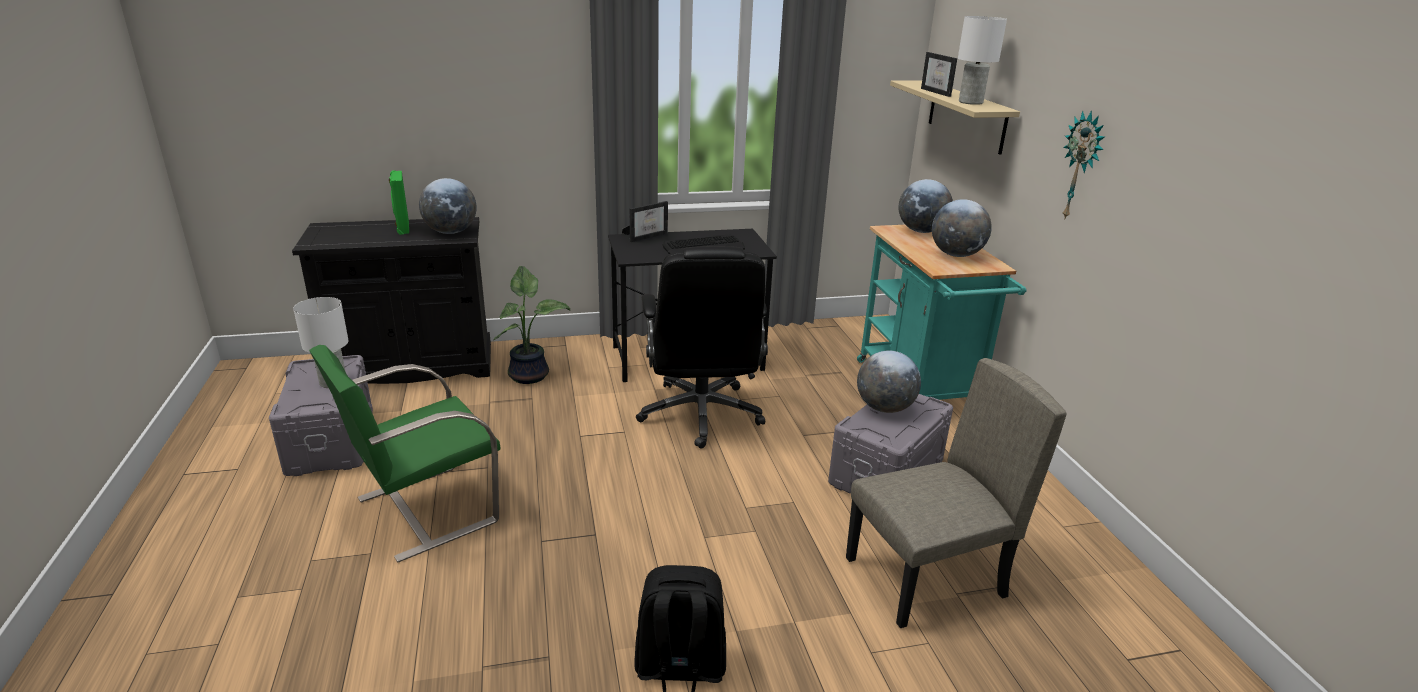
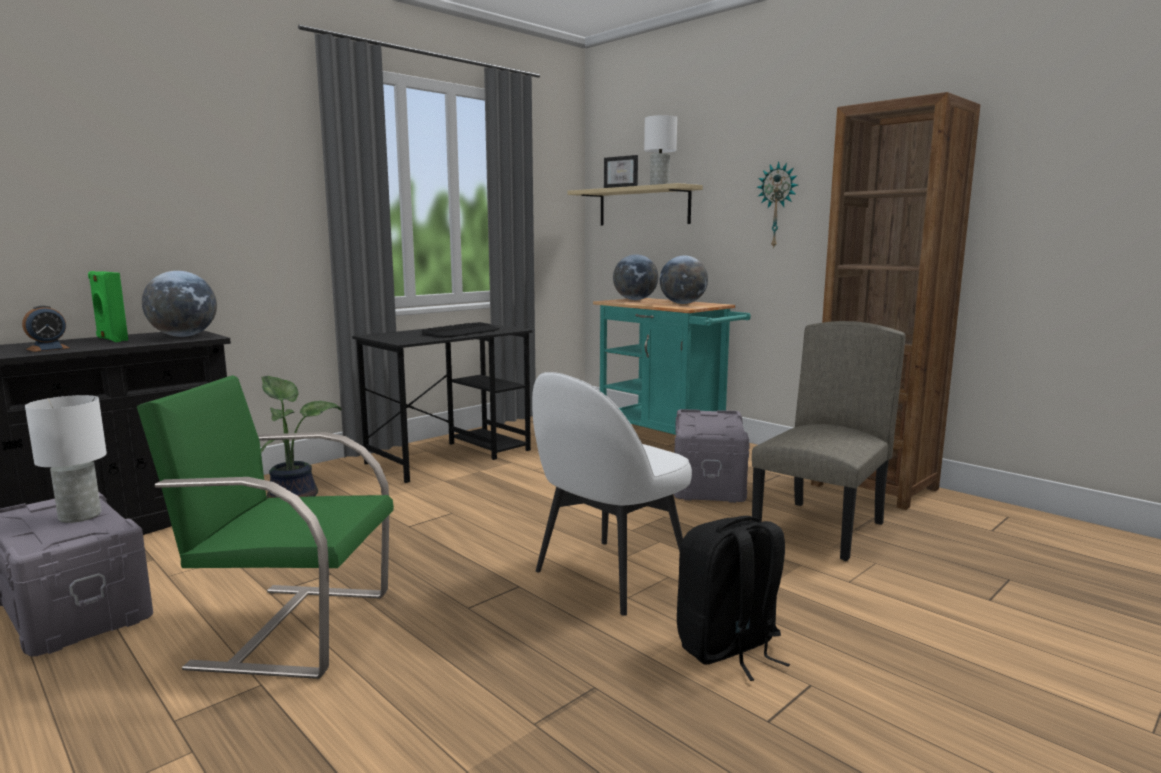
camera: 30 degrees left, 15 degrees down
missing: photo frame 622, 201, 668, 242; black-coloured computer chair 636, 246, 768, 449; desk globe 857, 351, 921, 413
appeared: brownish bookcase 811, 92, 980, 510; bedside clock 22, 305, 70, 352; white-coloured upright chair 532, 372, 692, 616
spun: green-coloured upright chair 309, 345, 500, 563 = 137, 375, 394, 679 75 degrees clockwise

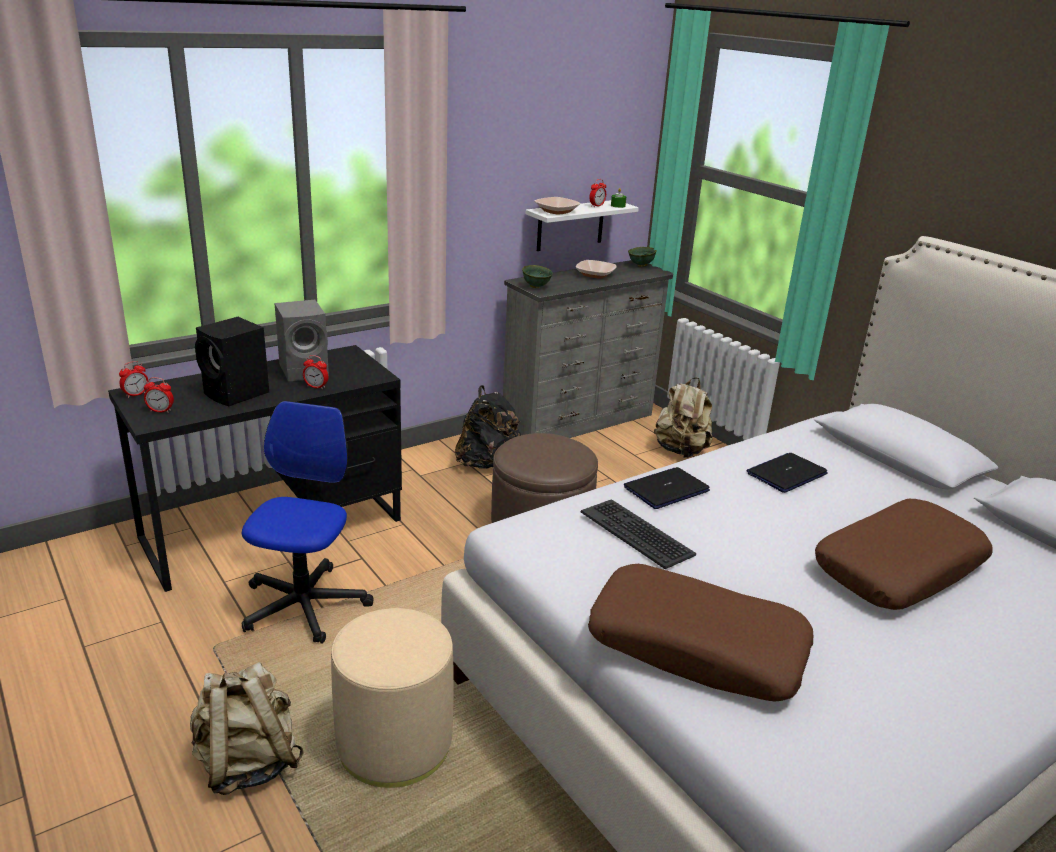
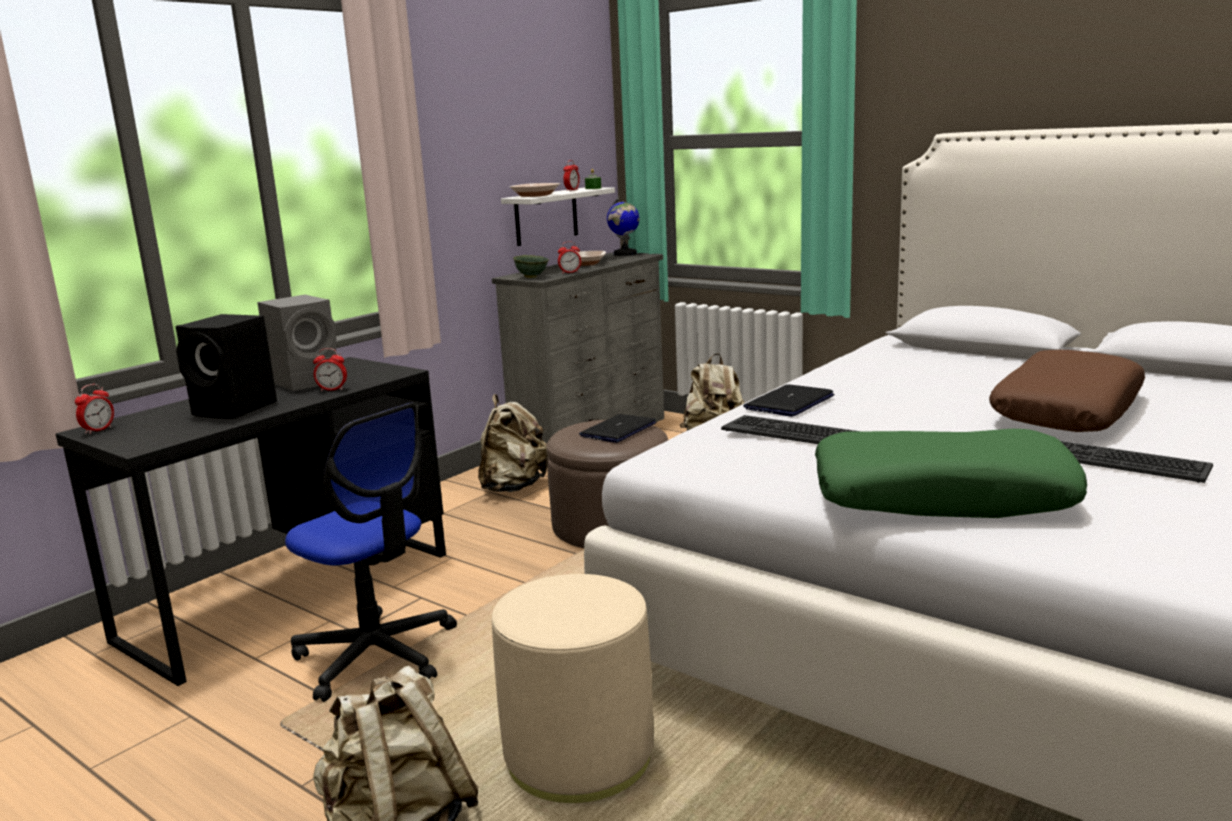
camera: 15 degrees left, 10 degrees down
appeared: keyboard 1061, 441, 1213, 483
relocated: bedside clock 144, 377, 174, 413 to 558, 242, 581, 274; notebook computer 746, 453, 828, 493 to 579, 414, 657, 443
exchanged: green-coloured serving bowl 628, 247, 657, 267 to desk globe 607, 198, 640, 256
colour: black-coloured rucksack 455, 385, 521, 469 to beige-coloured rucksack 478, 394, 548, 492; brownish pillow 588, 564, 813, 702 to green-coloured pillow 815, 429, 1087, 518
spun: computer chair 242, 401, 373, 644 = 285, 402, 457, 702 135 degrees clockwise

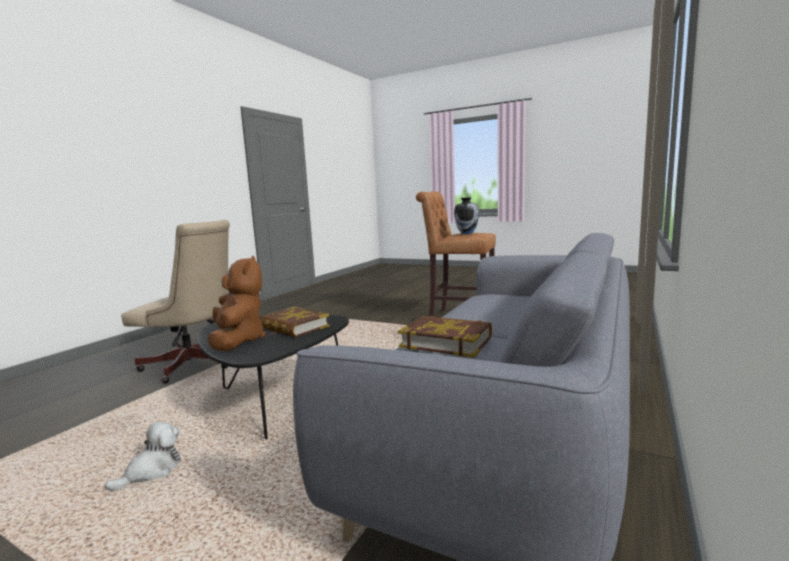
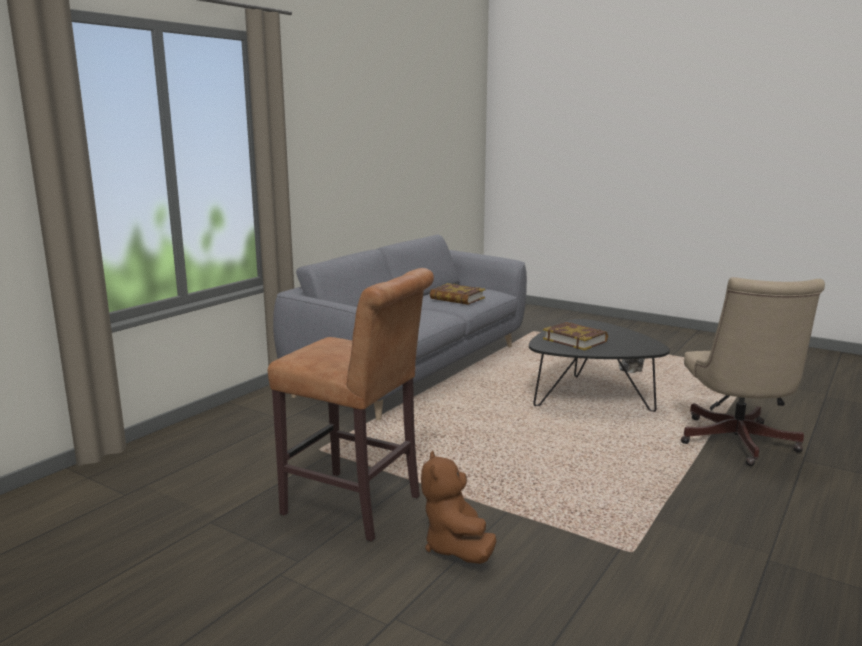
camera: 175 degrees left, 5 degrees up
missing: flower vase 454, 197, 479, 234
relocated: brownish soft toy 207, 256, 265, 351 to 421, 451, 497, 564
spun: beige-coloured computer chair 121, 220, 230, 384 = 681, 277, 825, 466 105 degrees counterclockwise

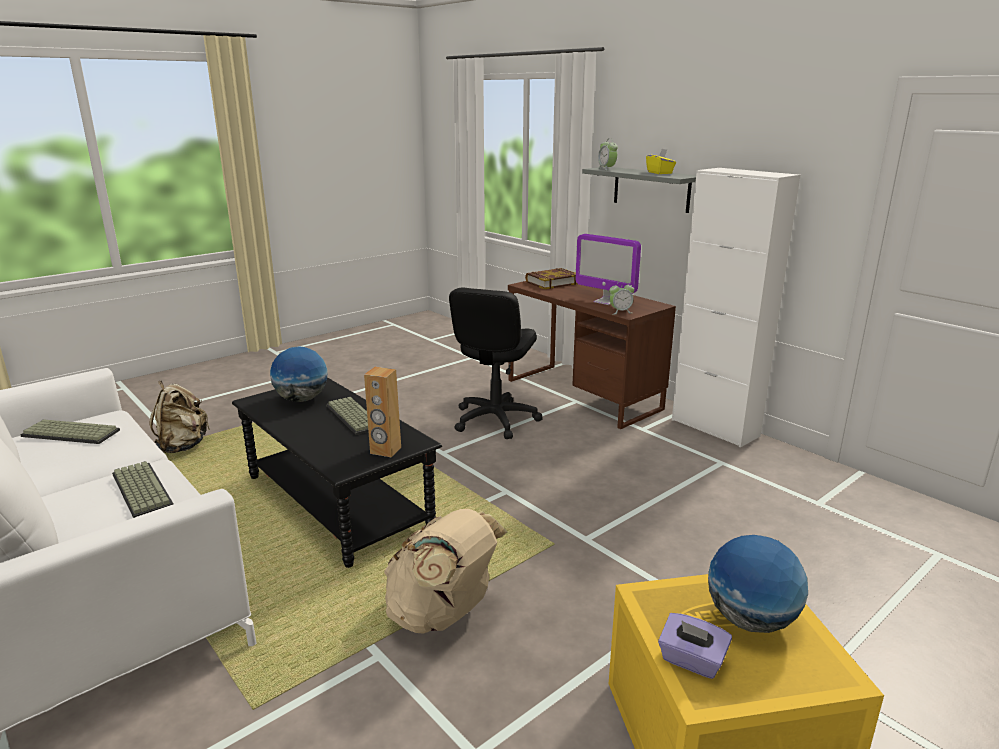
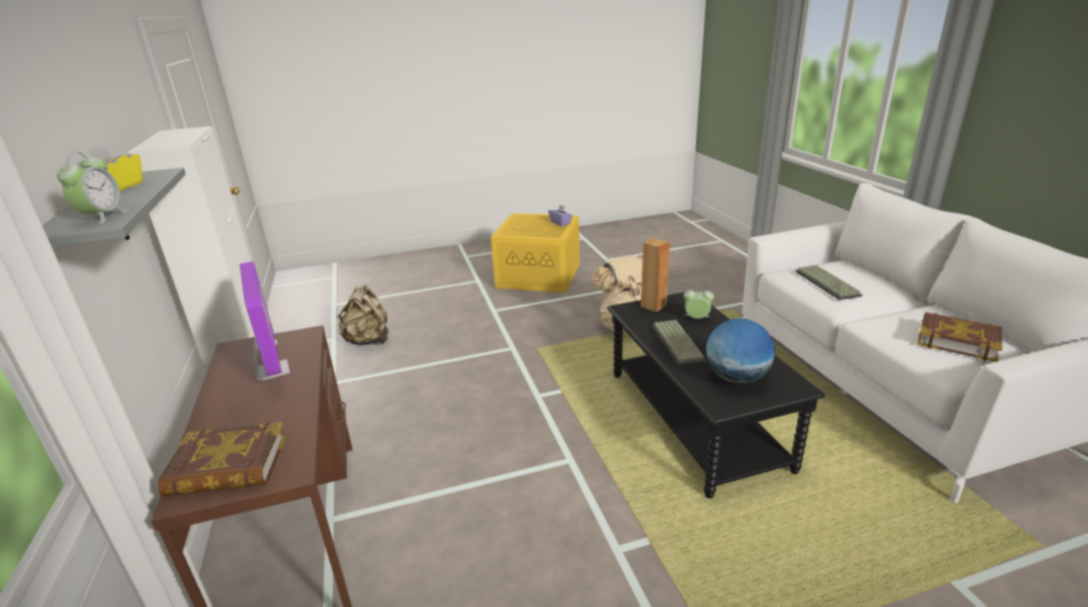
camera: 155 degrees left, 5 degrees up
missing: black-coloured computer chair 449, 288, 543, 439; desk globe 708, 535, 808, 633
relocated: bedside clock 609, 281, 634, 314 to 684, 287, 714, 319; beige-coloured rucksack 149, 381, 210, 453 to 338, 285, 389, 345
exchanged: keyboard 20, 419, 120, 444 to bound book 917, 312, 1003, 362

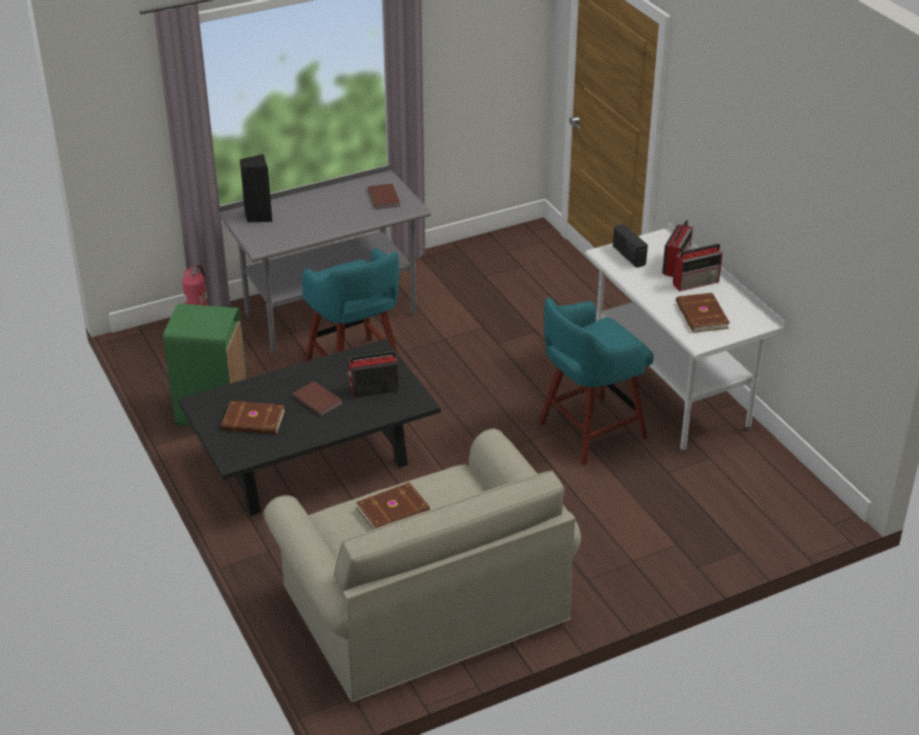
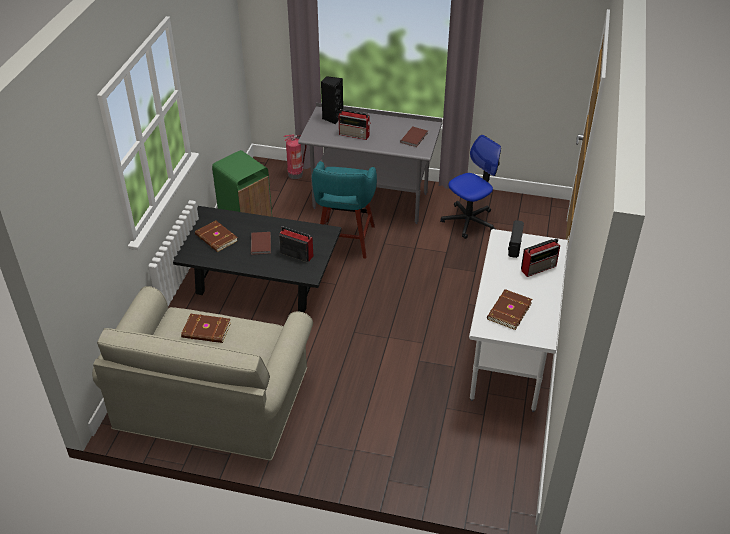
camera: 40 degrees right, 5 degrees up
missing: turquoise stool 539, 297, 654, 465
appeared: computer chair 440, 135, 501, 239
relocated: radio 673, 243, 723, 292 to 339, 109, 370, 140

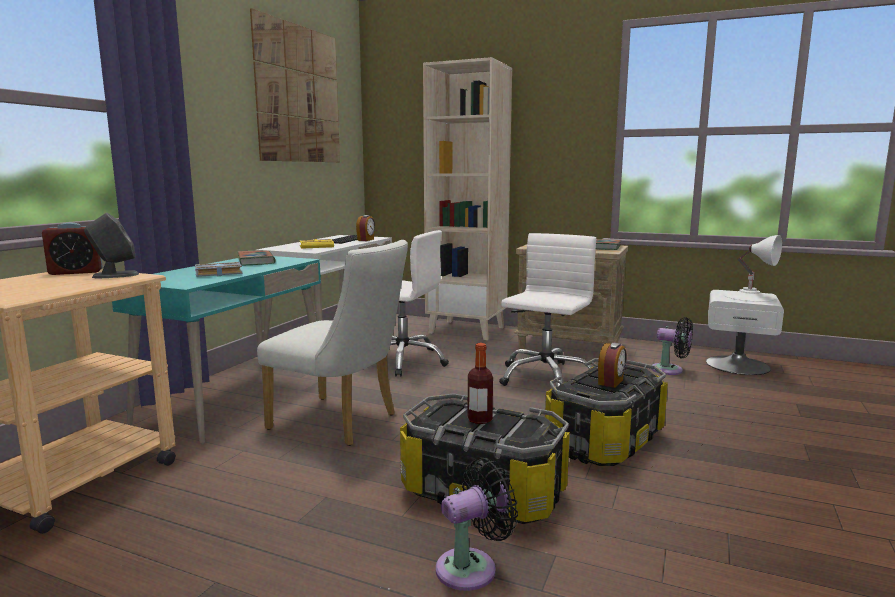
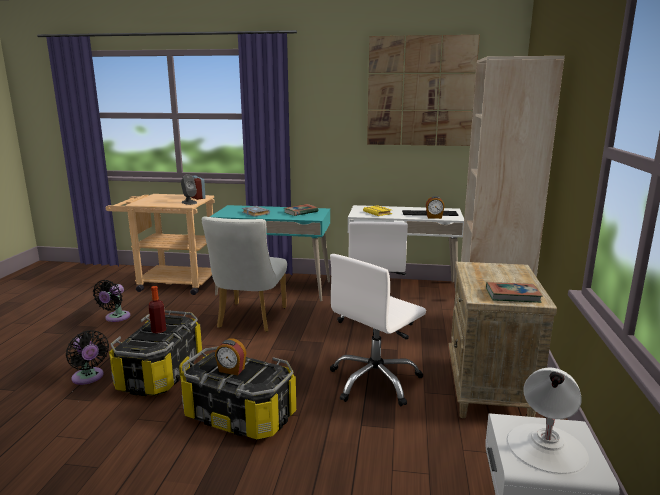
camera: 75 degrees right, 5 degrees up
relocated: black-coloured electric fan 651, 317, 693, 375 to 93, 280, 130, 322
spun: white-coloured computer chair 499, 233, 596, 387 = 330, 254, 426, 406 120 degrees clockwise

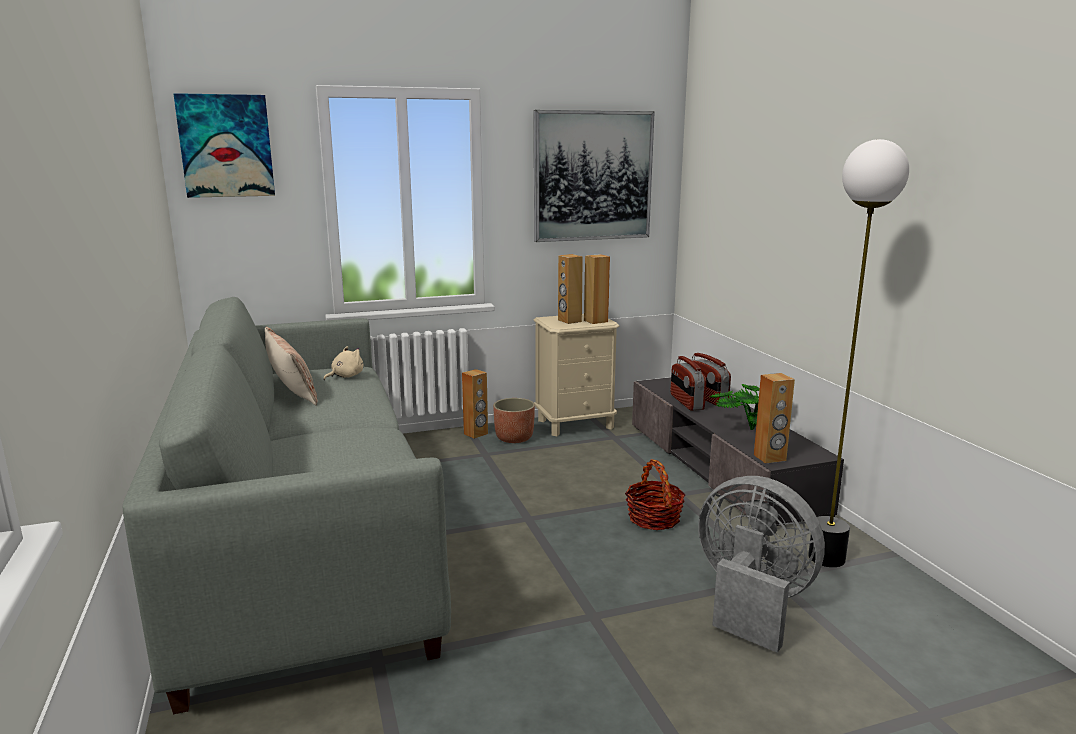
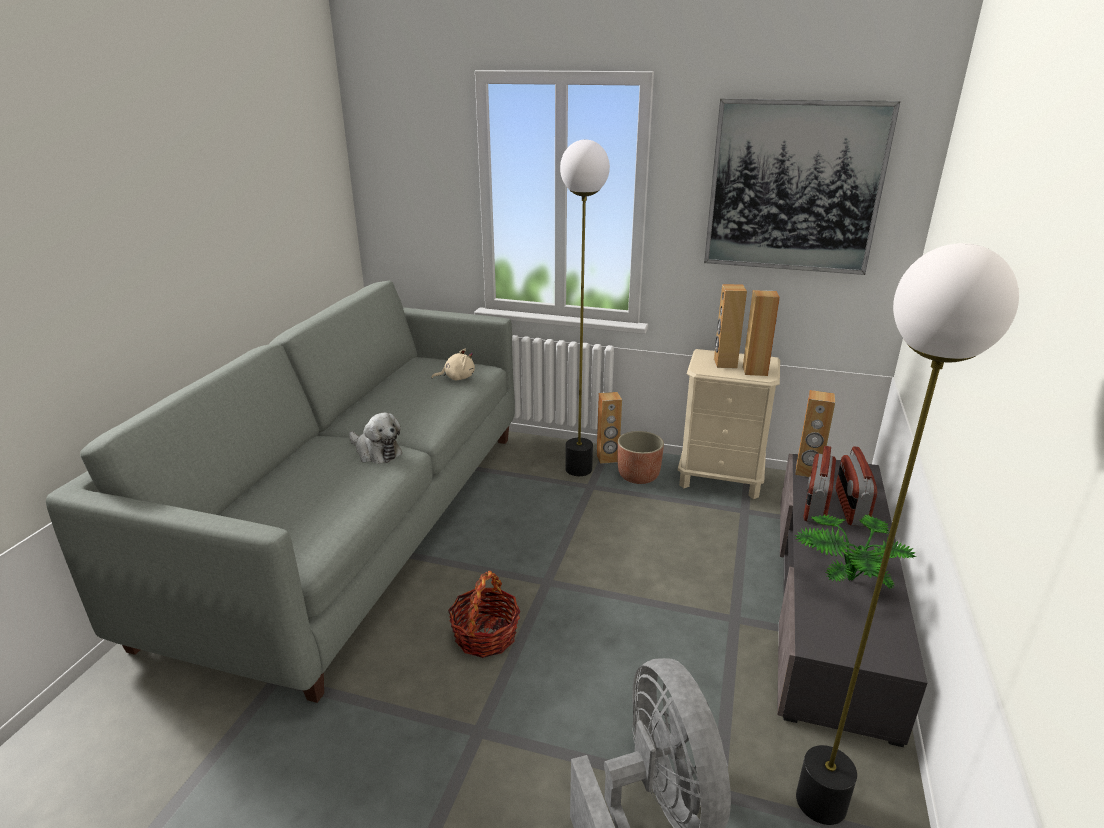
camera: 35 degrees right, 10 degrees up
missing: wall picture 173, 93, 275, 198; pillow 265, 327, 317, 406
appeared: standing lamp 560, 139, 610, 476; soft toy 349, 413, 402, 464
relocated: brownish audio speaker 754, 373, 795, 464 to 795, 390, 835, 477; basket 625, 459, 685, 530 to 448, 571, 521, 658

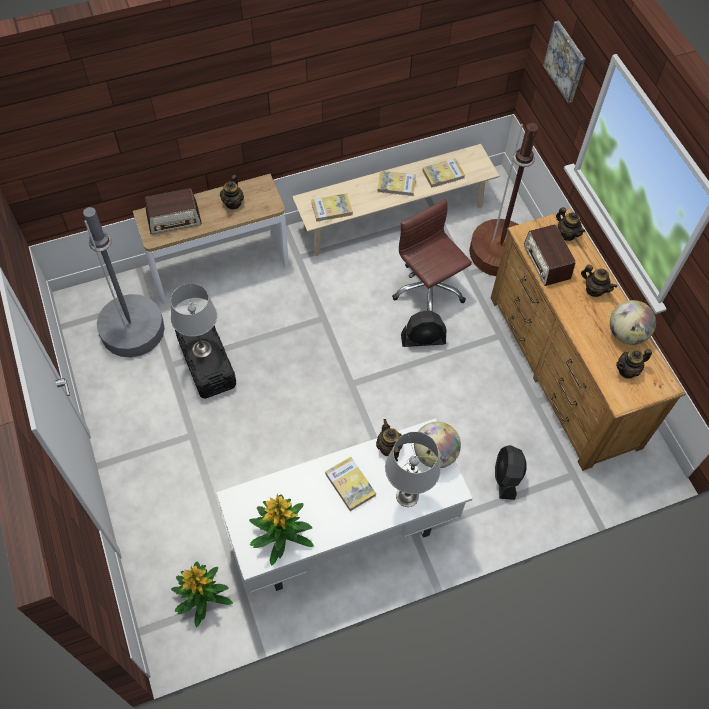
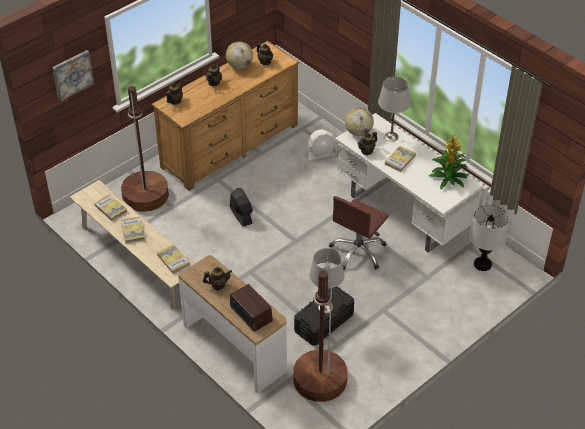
camera: 110 degrees left, 15 degrees down
missing: radio 524, 224, 576, 286
relocated: brownish computer chair 392, 199, 472, 311 to 329, 196, 389, 270
exchanged: potted plant 171, 561, 233, 628 to table lamp 469, 205, 508, 271
colour: gray standing lamp 83, 207, 165, 357 to brownish standing lamp 294, 270, 348, 402; black-coloured electric fan 495, 445, 527, 500 to white-coloured electric fan 305, 129, 337, 161

